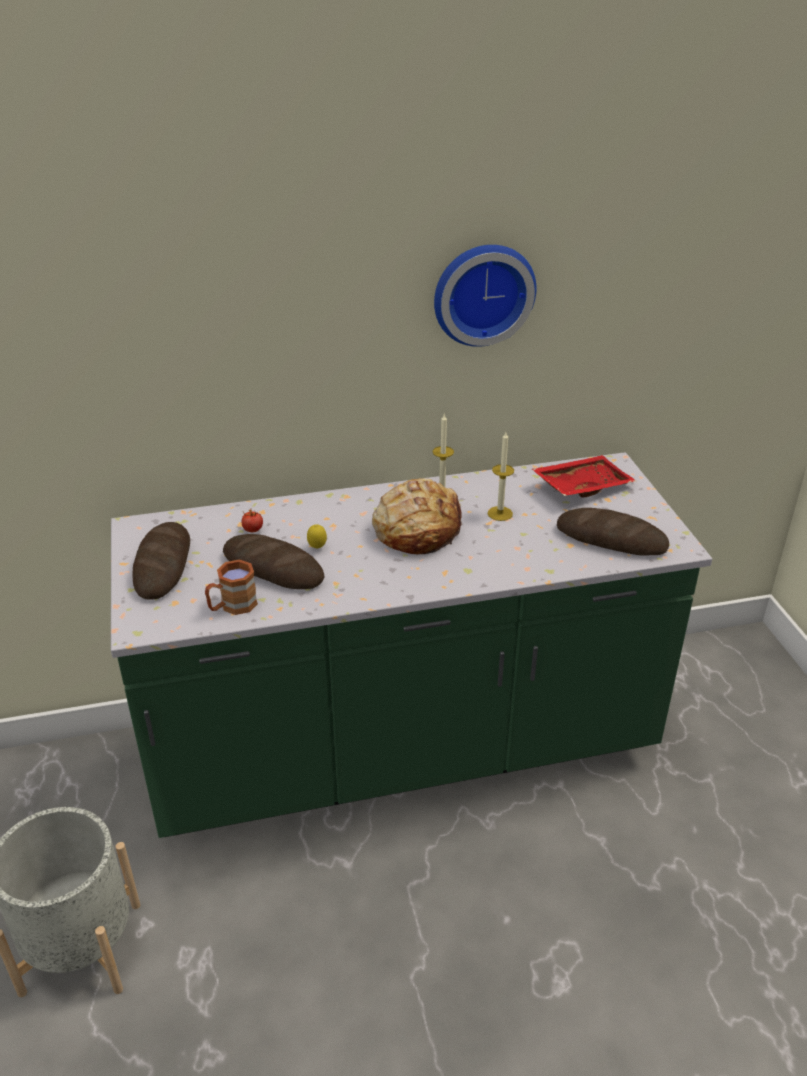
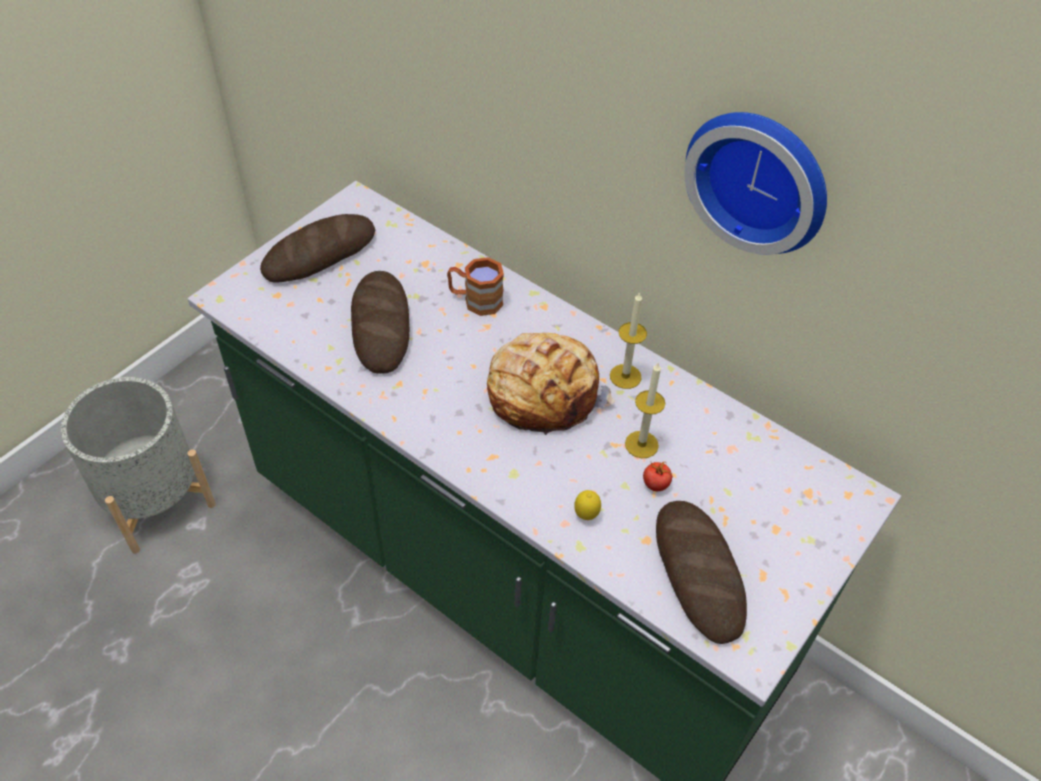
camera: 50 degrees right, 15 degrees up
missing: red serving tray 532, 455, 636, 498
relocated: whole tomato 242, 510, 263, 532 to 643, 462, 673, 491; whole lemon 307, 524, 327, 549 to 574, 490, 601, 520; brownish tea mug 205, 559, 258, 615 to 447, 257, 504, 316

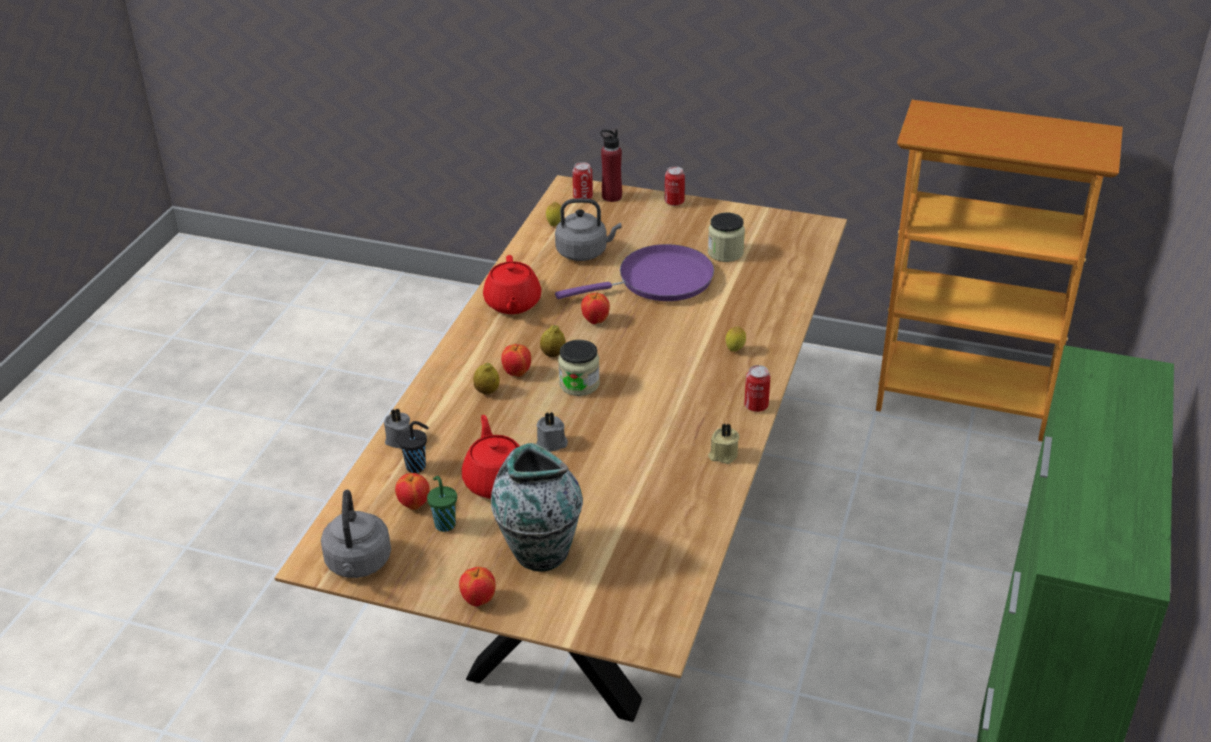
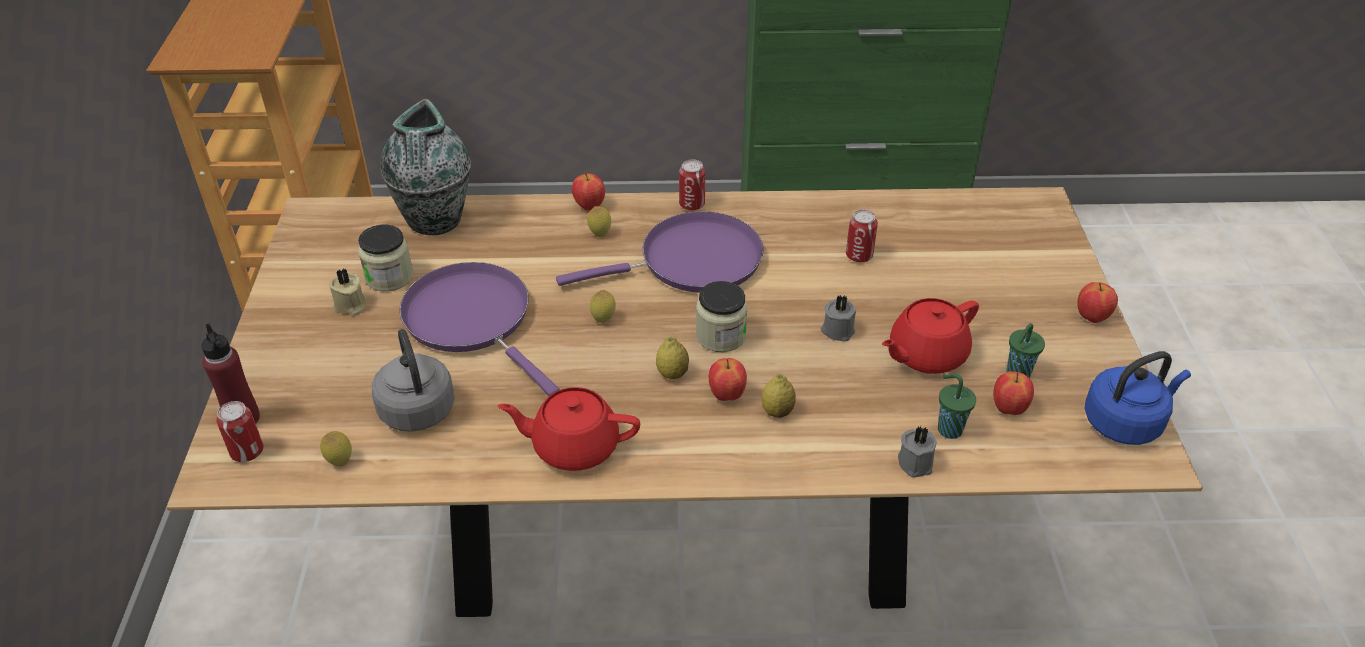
camera: 110 degrees left, 5 degrees up
appeared: purple-coloured skillet 556, 211, 763, 293; whole lemon 590, 290, 616, 323
relocated: sealed can 665, 166, 685, 206 to 846, 209, 878, 262; apple 581, 292, 610, 324 to 572, 173, 605, 211; beige-coloured candle 708, 424, 739, 464 to 329, 268, 367, 316; flower vase 491, 443, 583, 572 to 381, 99, 471, 235
colour: black-coloured cup 398, 421, 429, 473 to green-coloured cup 938, 374, 976, 439; gray tea kettle 321, 490, 391, 578 to bluish tea kettle 1084, 351, 1191, 445
spun: red tea pot 483, 255, 541, 314 = 498, 387, 640, 471 150 degrees counterclockwise

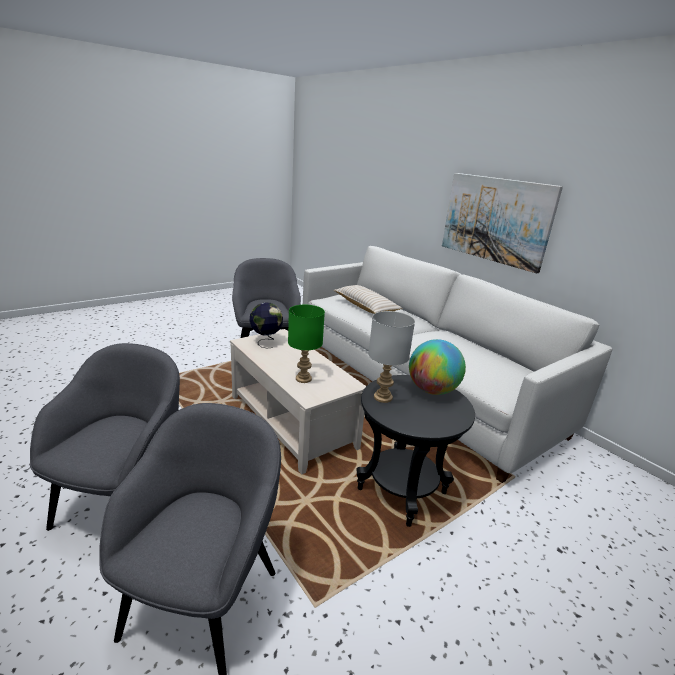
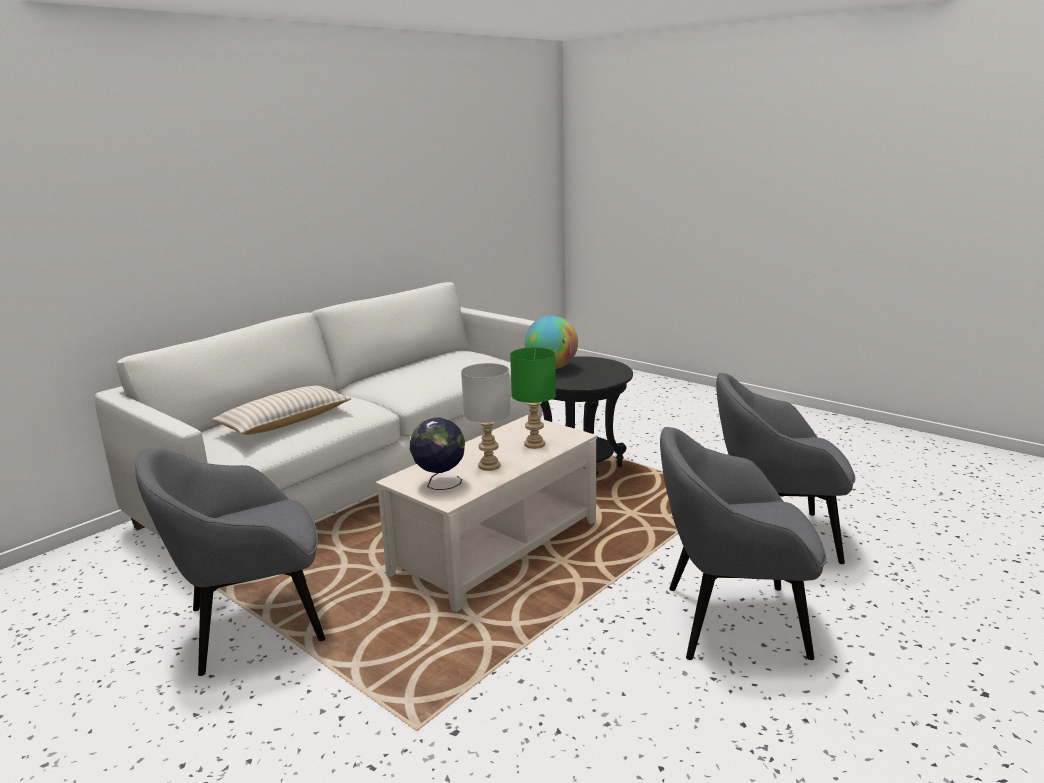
camera: 100 degrees left, 5 degrees down
missing: wall picture 442, 173, 563, 274
relocated: gray table lamp 368, 311, 415, 403 to 461, 363, 511, 471

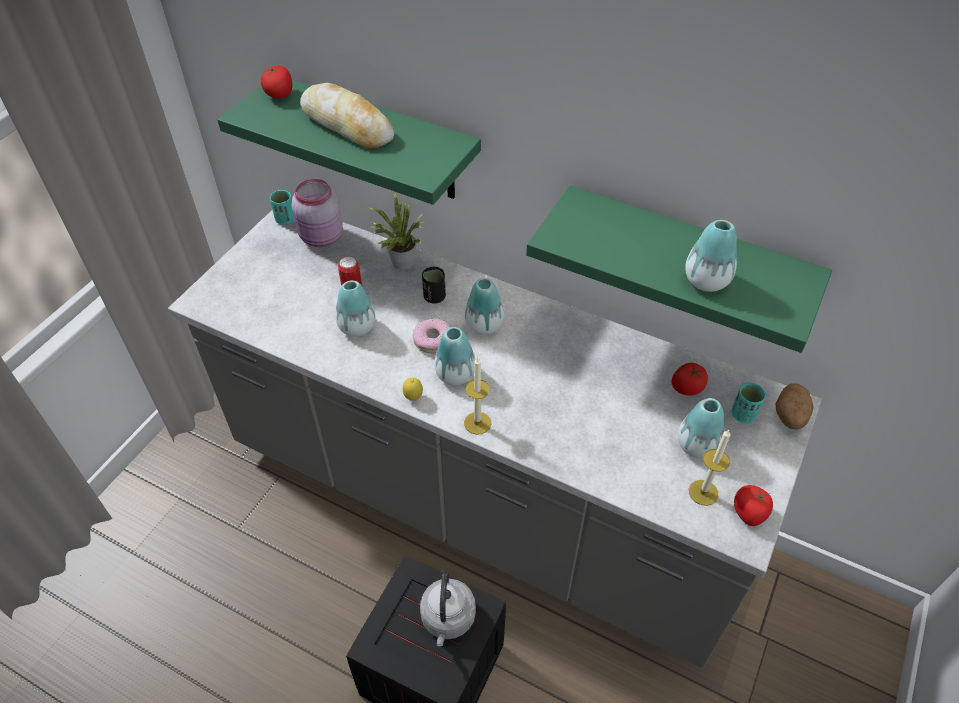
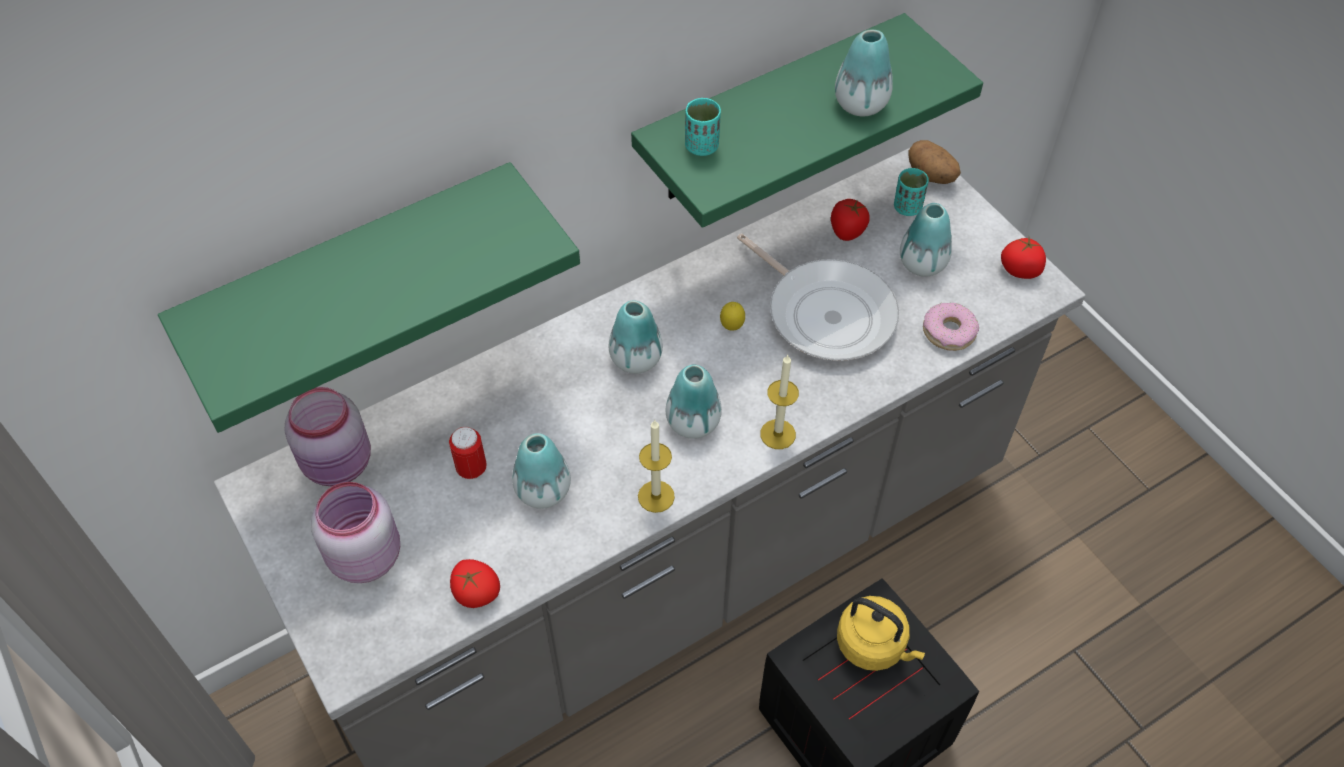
camera: 60 degrees left, 5 degrees up
missing: baked bread 300, 83, 394, 148; potted plant 369, 191, 424, 270; black-coloured cup 422, 267, 446, 303
appeared: skillet 737, 233, 899, 361; pink-coloured jar 311, 482, 400, 583
relocated: whole tomato 261, 66, 292, 99 to 450, 559, 500, 608; turquoise cup 270, 190, 294, 225 to 685, 98, 721, 156; doughnut 412, 318, 450, 354 to 923, 302, 979, 351; whole lemon 403, 377, 423, 400 to 720, 302, 745, 331; candle 689, 430, 731, 506 to 638, 419, 675, 513
colour: gray tea kettle 420, 571, 476, 646 to yellowish tea kettle 837, 596, 925, 671

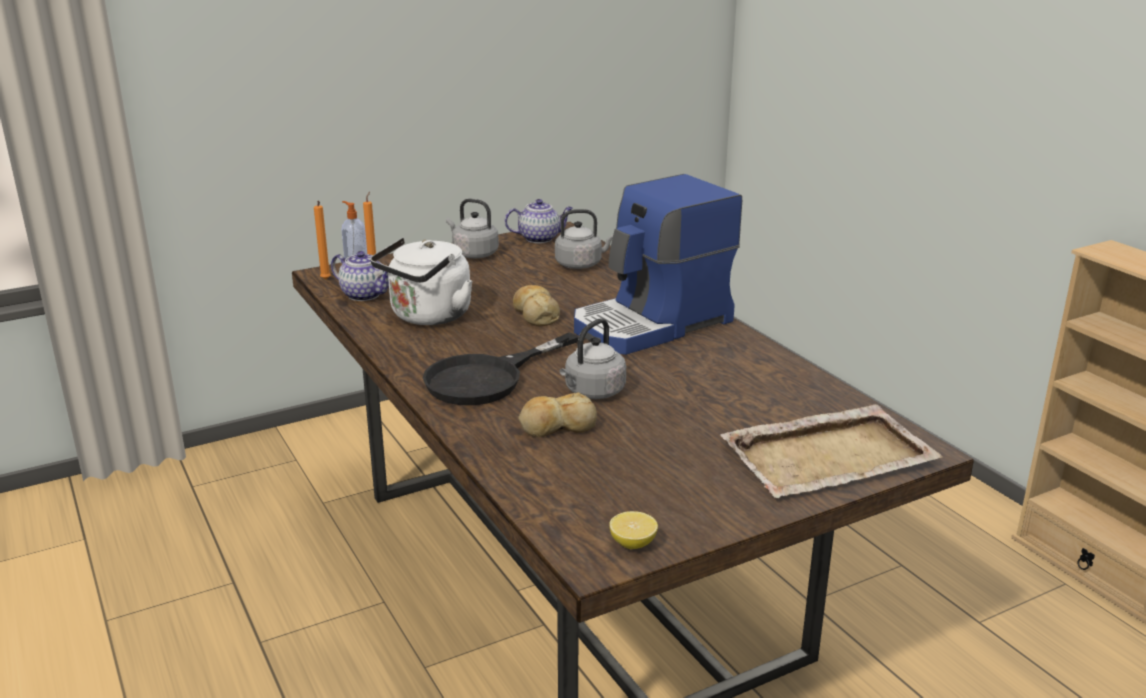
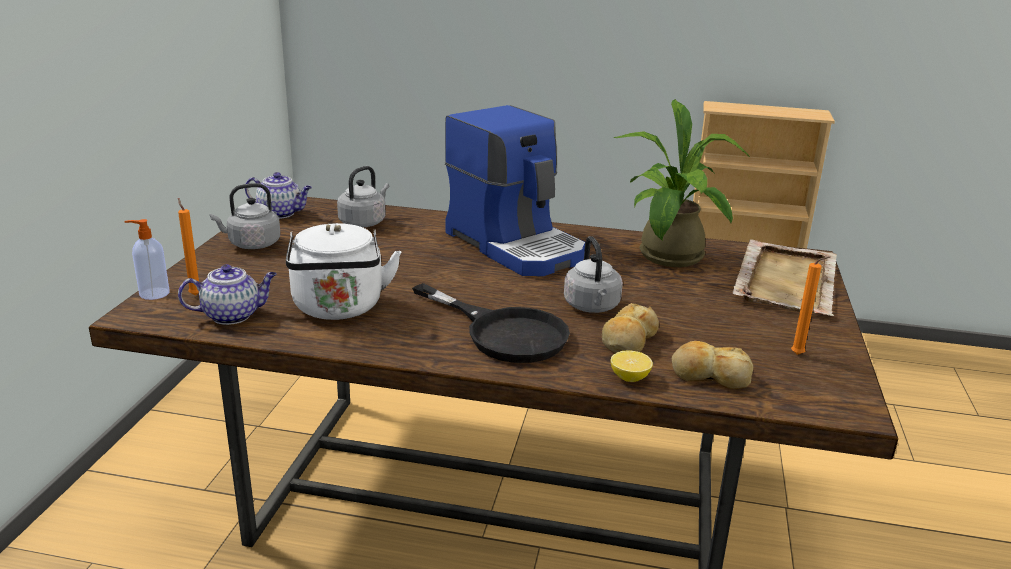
camera: 50 degrees left, 0 degrees up
appeared: potted plant 613, 99, 750, 267
relocated: orange-coloured candle 314, 201, 331, 279 to 791, 256, 830, 355; baked bread 513, 285, 560, 326 to 672, 341, 753, 389; whole lemon 609, 511, 658, 549 to 611, 351, 653, 382
spun: coffee maker 574, 174, 742, 355 = 445, 105, 585, 276 45 degrees counterclockwise; tea pot 505, 199, 573, 243 = 245, 172, 312, 219 75 degrees clockwise; black-coloured skillet 423, 332, 579, 405 = 412, 283, 570, 363 45 degrees counterclockwise

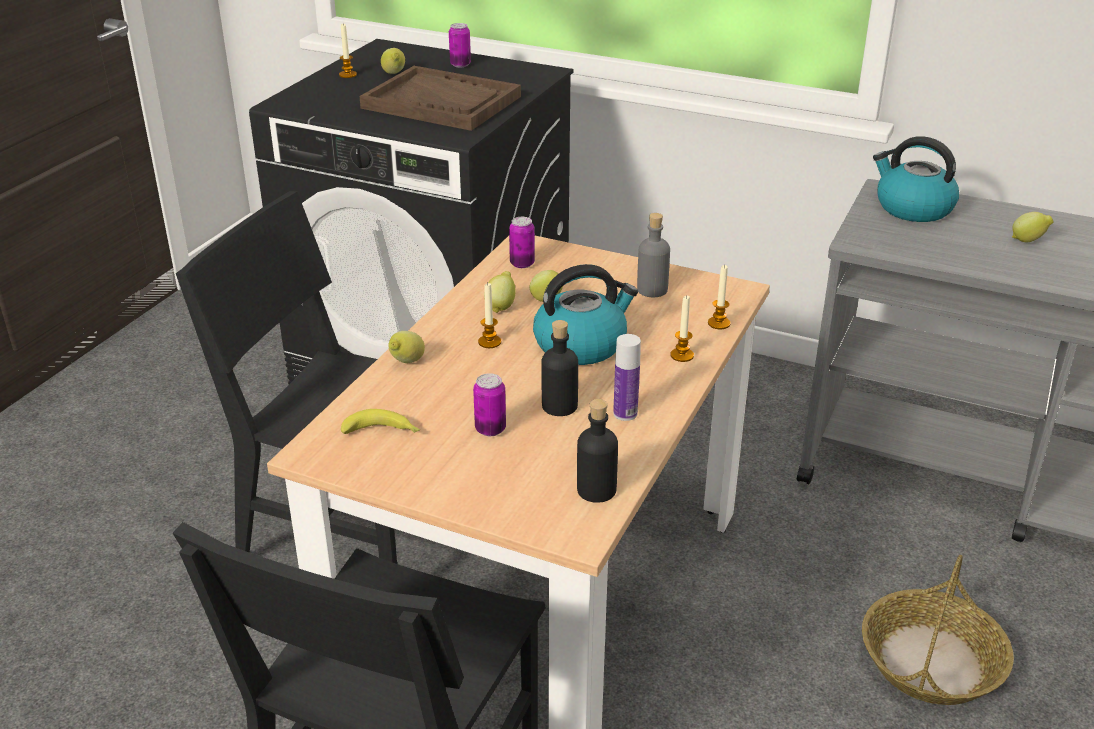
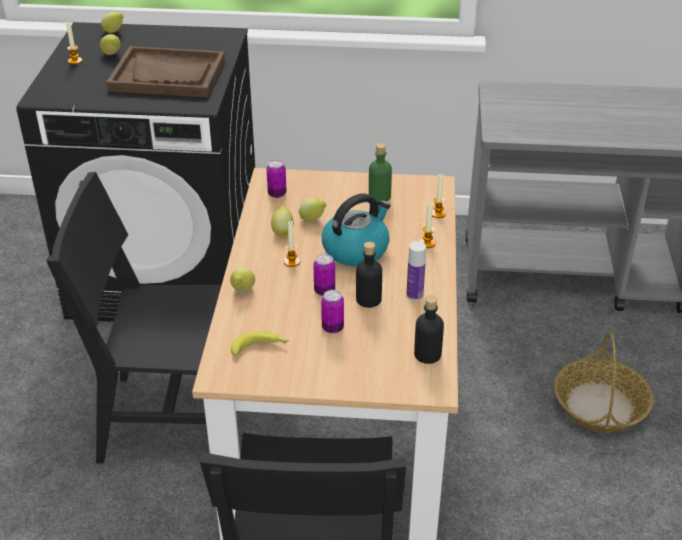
camera: 20 degrees left, 5 degrees up
missing: tea kettle 873, 136, 959, 222
relocated: sealed can 449, 23, 471, 68 to 313, 254, 335, 296; whole lemon 1012, 212, 1053, 242 to 101, 12, 124, 33
colour: gray beverage bottle 637, 213, 670, 297 to green-coloured beverage bottle 369, 143, 392, 202

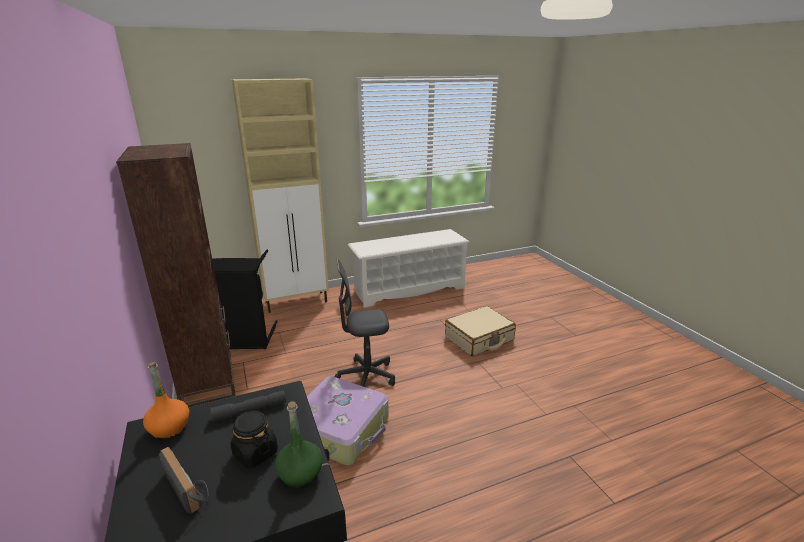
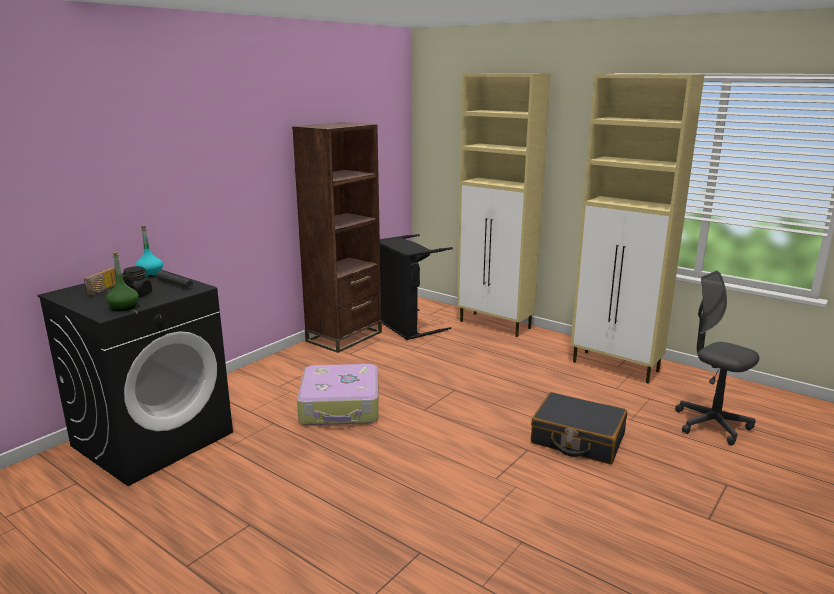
camera: 60 degrees right, 5 degrees down
relocated: gray computer chair 335, 259, 395, 387 to 675, 271, 759, 446
exchanged: white-coloured shoe shelf 348, 229, 470, 308 to beige-coloured storage cabinet 571, 74, 705, 383
colour: beige-coloured travel case 445, 306, 516, 356 to black-coloured travel case 531, 392, 627, 464; orange-coloured beverage bottle 143, 362, 189, 439 to turquoise beverage bottle 135, 226, 163, 277

